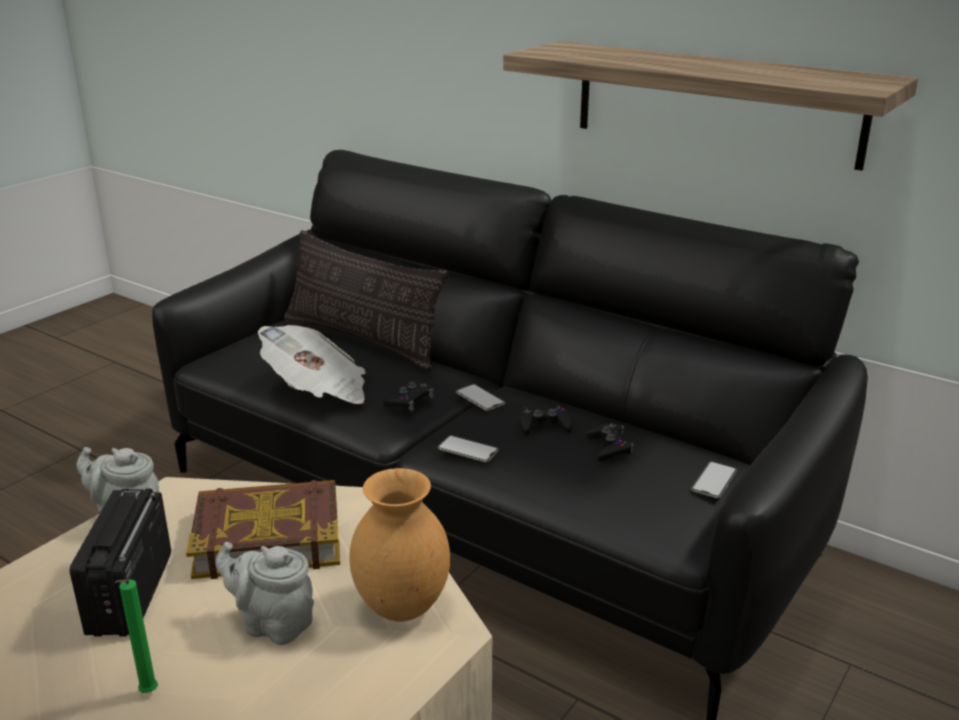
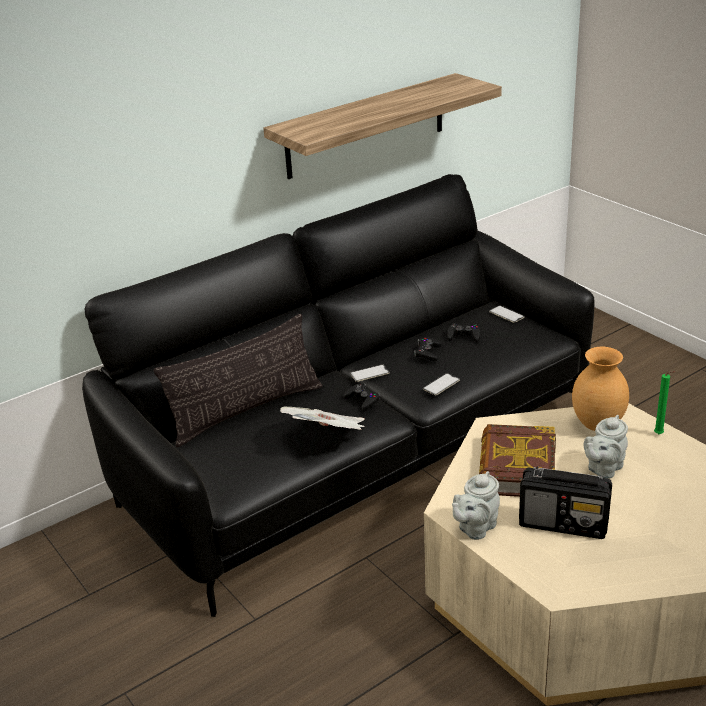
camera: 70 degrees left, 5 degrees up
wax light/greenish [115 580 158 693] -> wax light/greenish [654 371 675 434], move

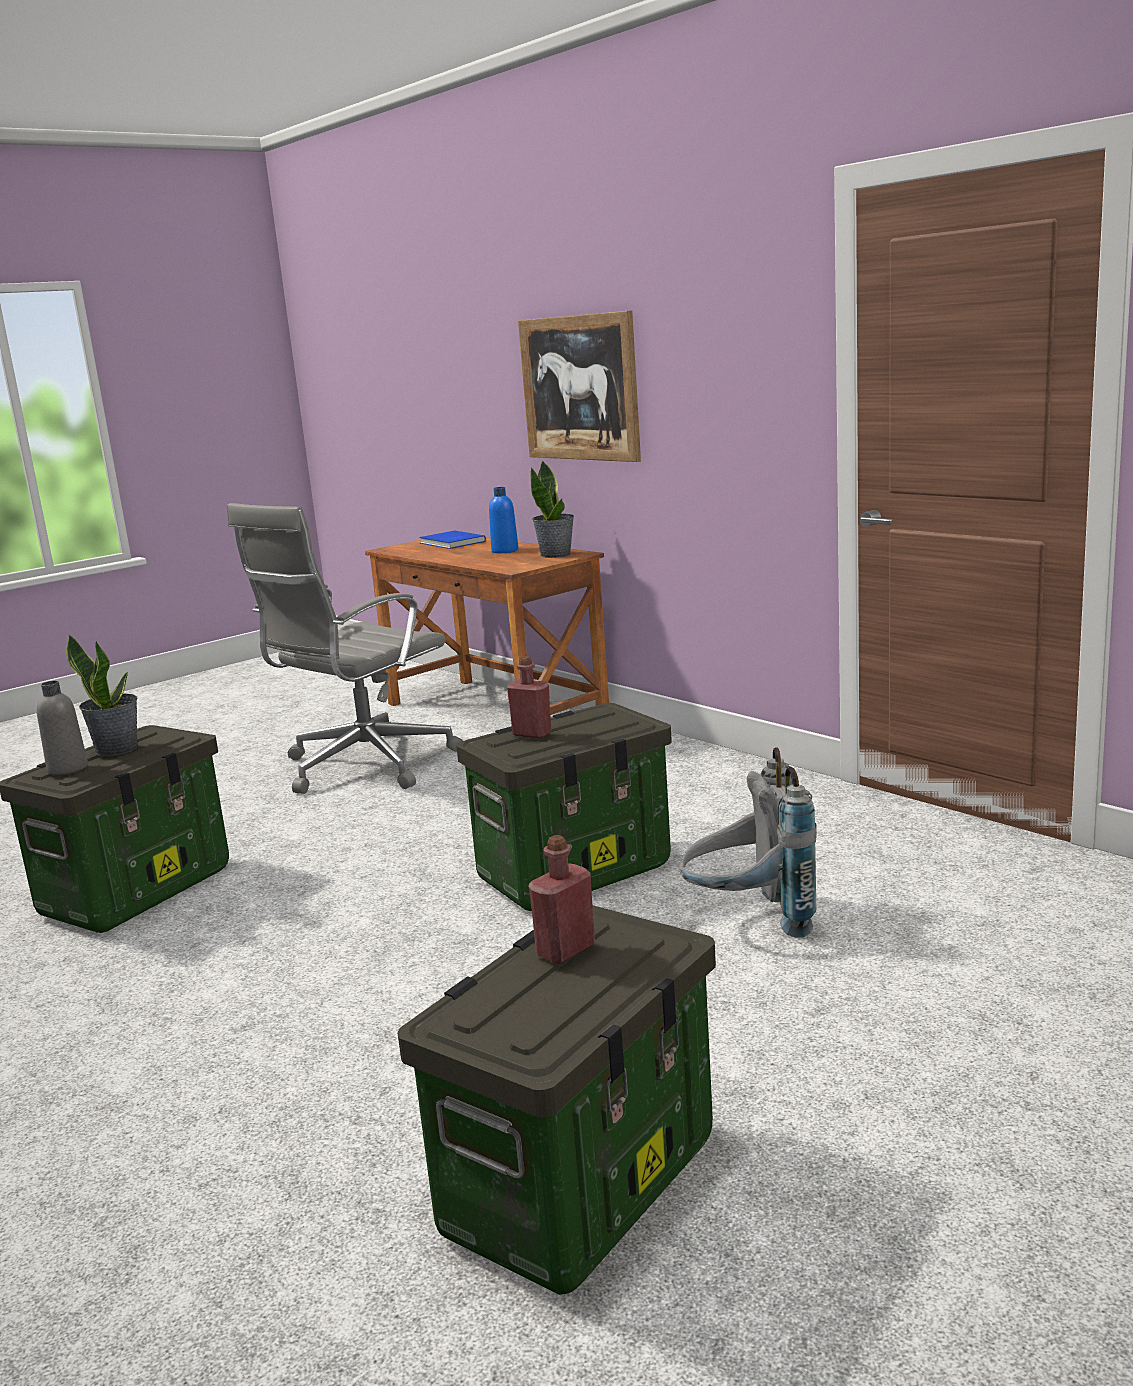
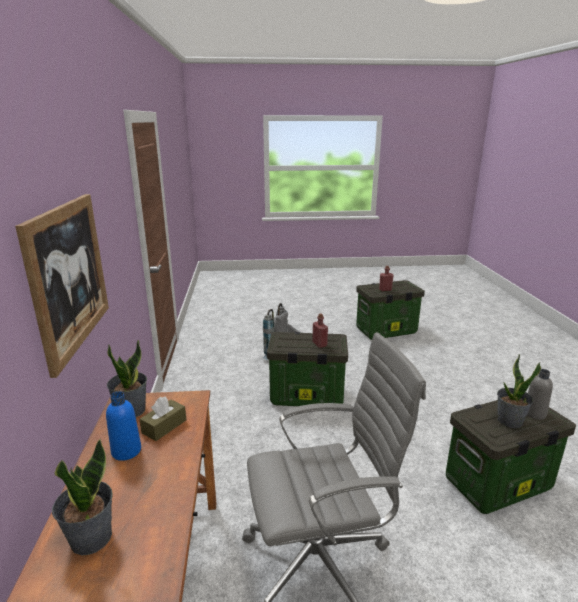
camera: 145 degrees left, 5 degrees up
book/bluish [419 531 486 549] -> plant in a pot [52 439 113 555]
none -> tissue holder/brown [140 397 186 441]

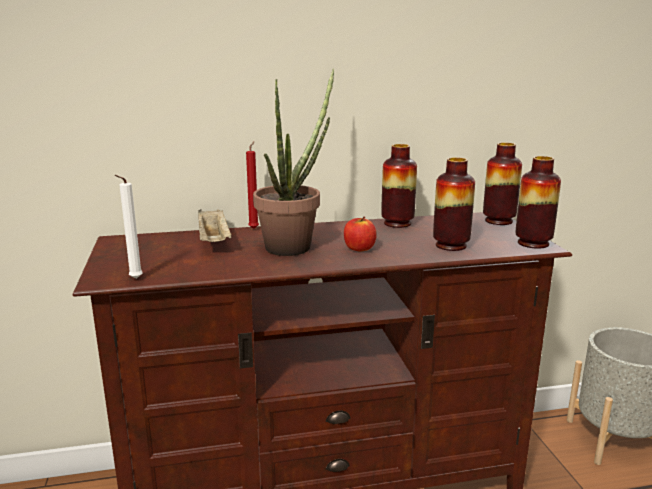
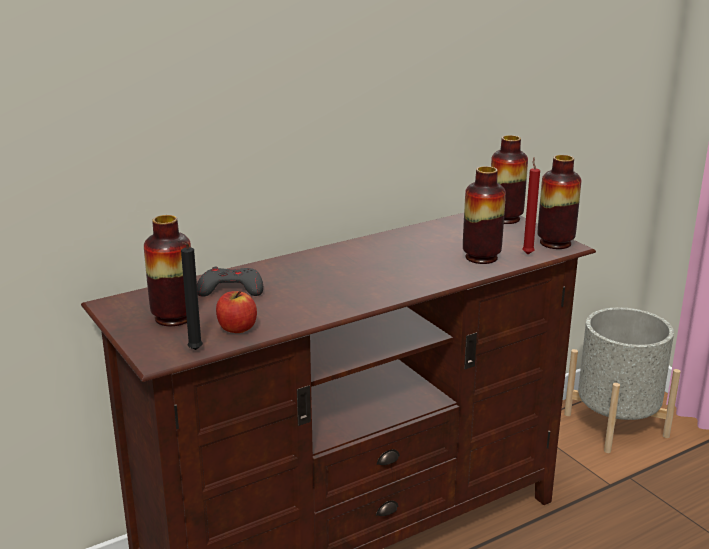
camera: 20 degrees left, 5 degrees up
wax light/whitish [115 175 143 279] -> wax light/black [181 242 203 350]
carrying tray/beige [198 209 232 242] -> game controller/grey [197 267 263 297]
wax light/red-coloured [246 141 259 229] -> wax light/red-coloured [522 157 540 254], move
plant in a pot [253 68 334 256] -> none
whole apple [344 217 377 252] -> whole apple [216 291 257 333], move
decorative vase [381 144 417 228] -> decorative vase [144 215 191 326], move

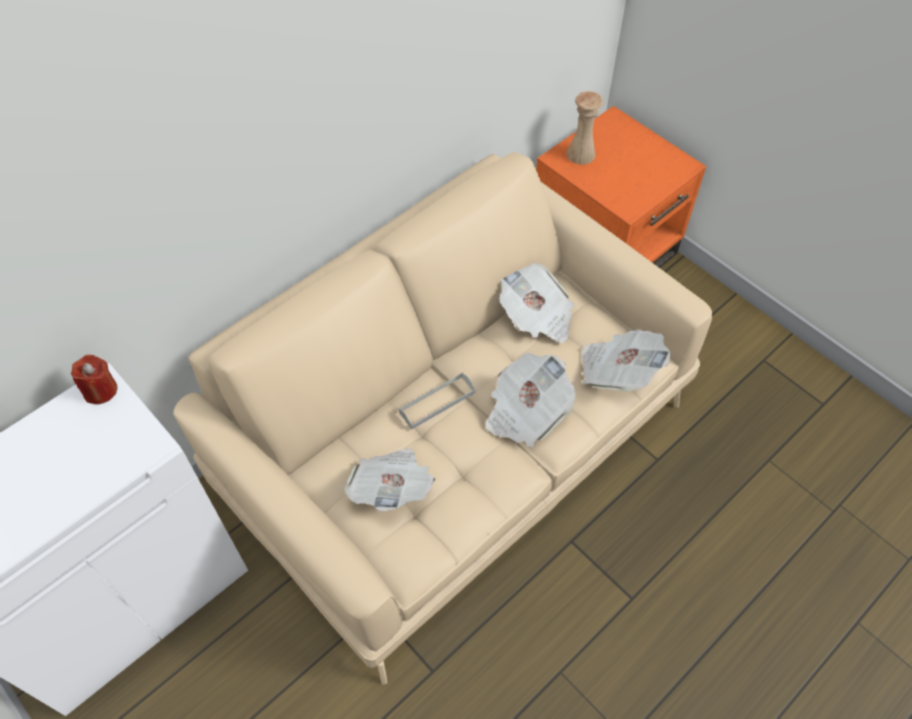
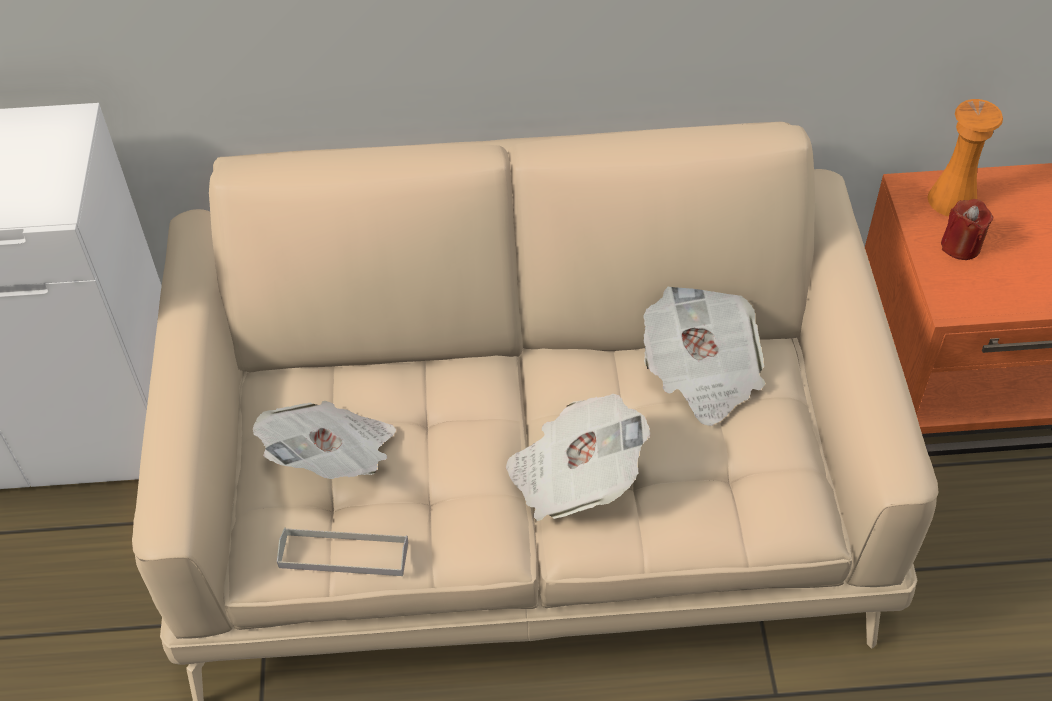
camera: 40 degrees right, 5 degrees down
wax light/red-coloured [71 355 117 404] -> wax light/red-coloured [941 199 993 260], move
carrying tray/grey [399 373 475 429] -> carrying tray/grey [277 528 408 576], move
decorative vase/beige [566 91 603 165] -> decorative vase/orange-coloured [927 99 1003 216]
newspaper [582 329 670 392] -> none

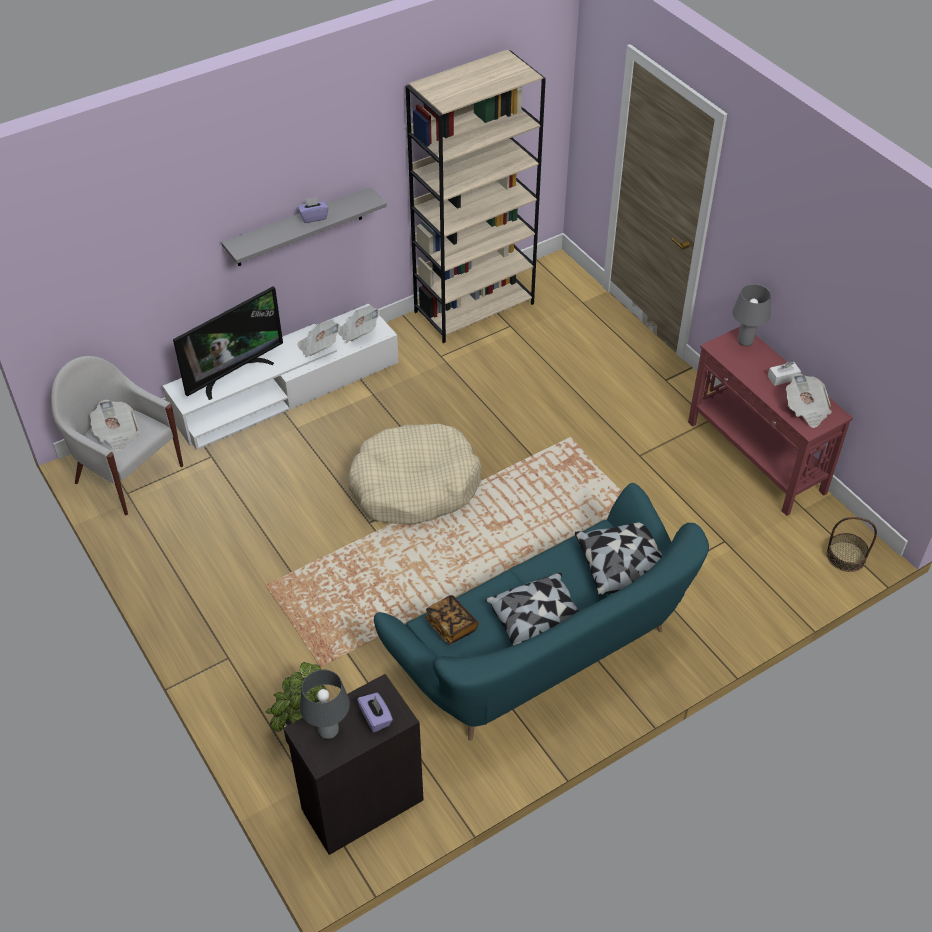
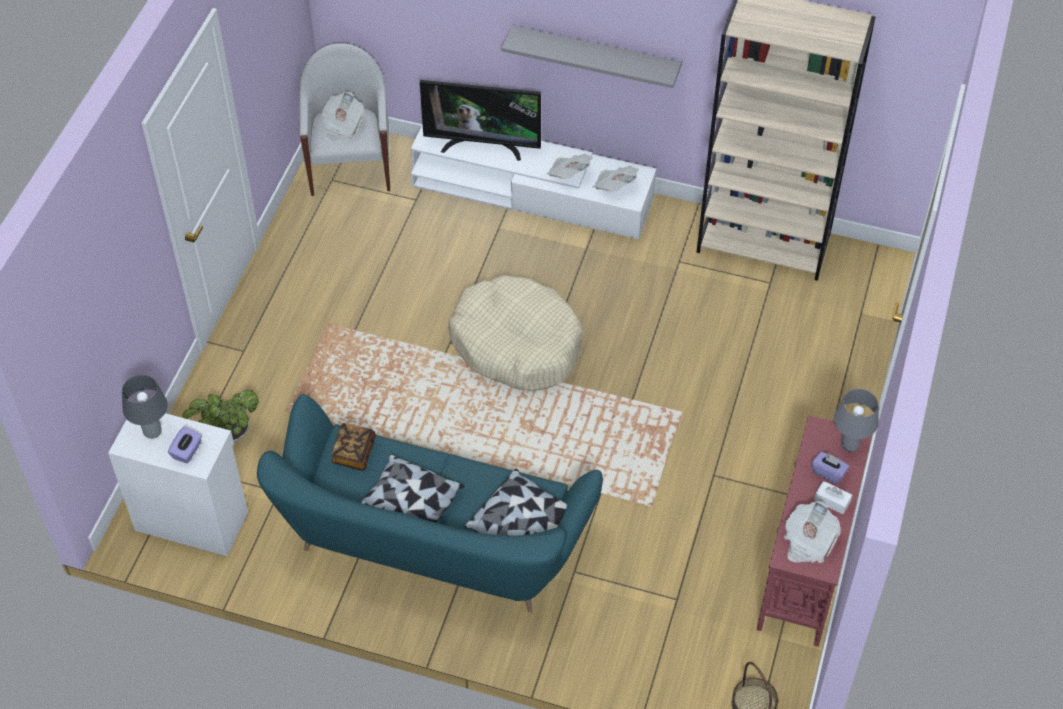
camera: 50 degrees right, 5 degrees up
storage cabinet/black [283 674 424 855] -> storage cabinet/whitish [108 413 248 556]
tissue holder/purple [298 197 328 223] -> tissue holder/purple [811 452 849 484], move

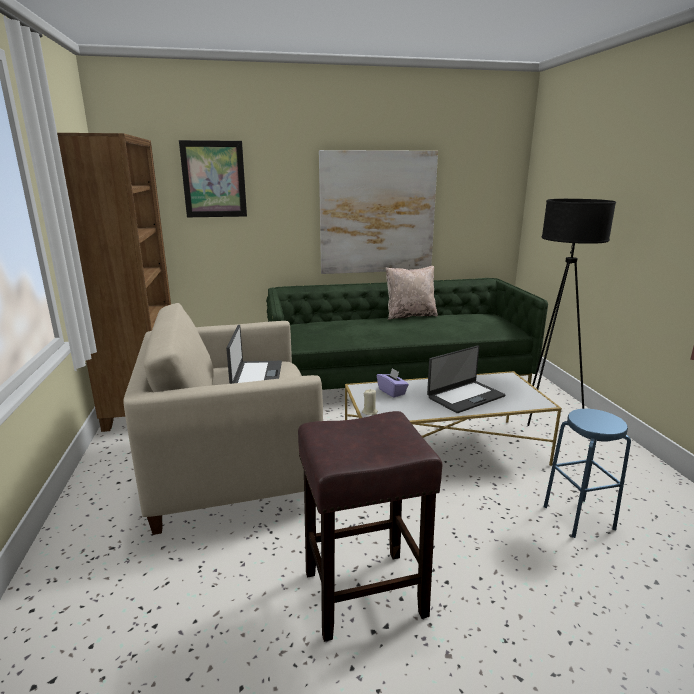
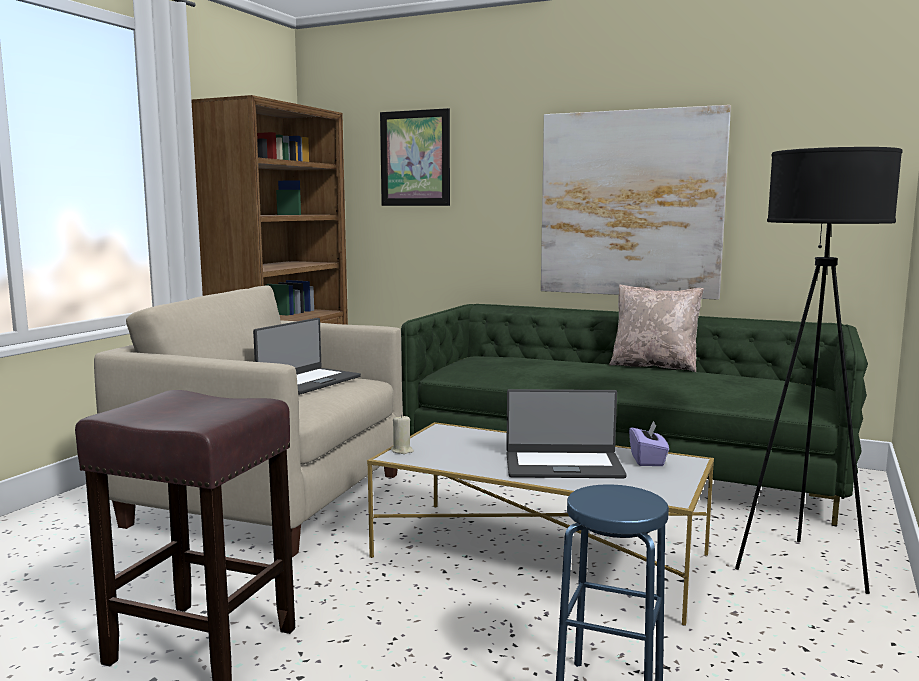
camera: 35 degrees right, 10 degrees down
tissue holder/purple [377 368 409 398] -> tissue holder/purple [629 420 669 466], move

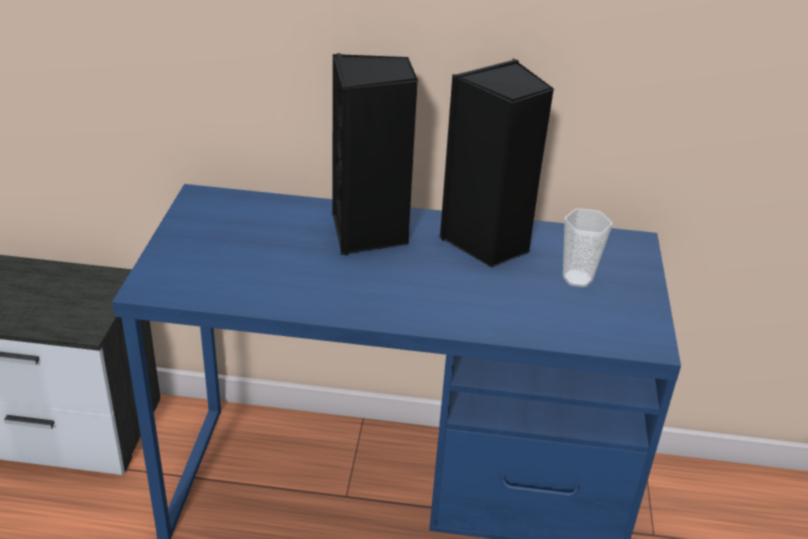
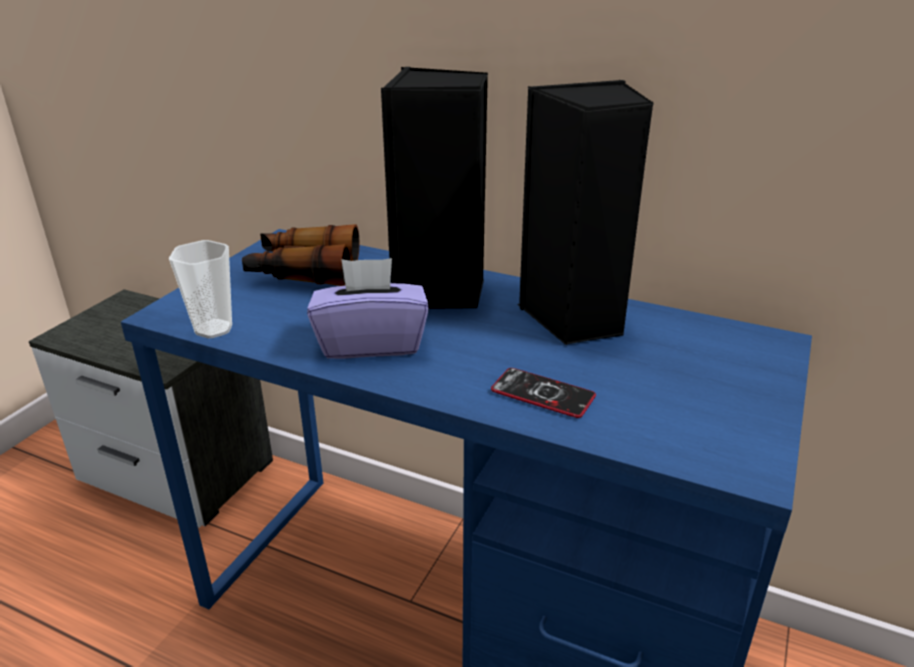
camera: 20 degrees right, 5 degrees down
cup [563 208 613 287] -> cup [169 240 232 338], move
none -> pair of binoculars [242 224 359 286]
none -> tissue holder/purple [307 258 429 359]
none -> telephone [491 368 596 418]

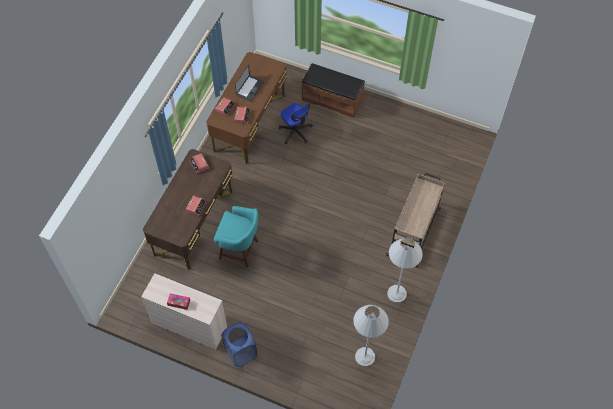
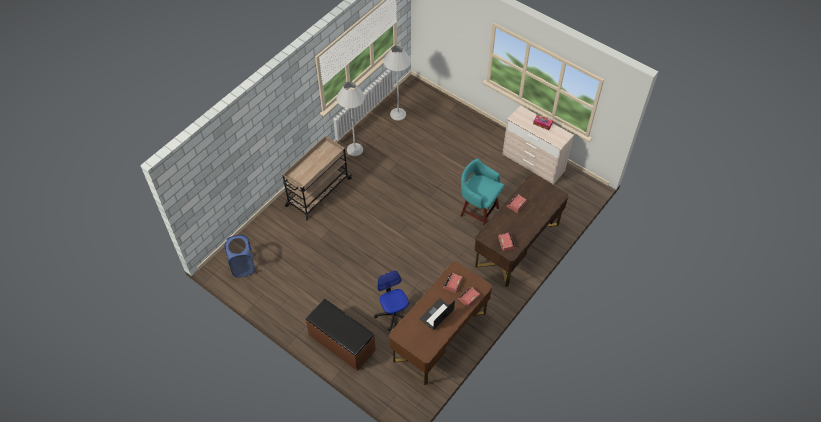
camera: 165 degrees left, 5 degrees down
laundry basket/bluish [222 322 257 367] -> laundry basket/bluish [225 235 255 278], move

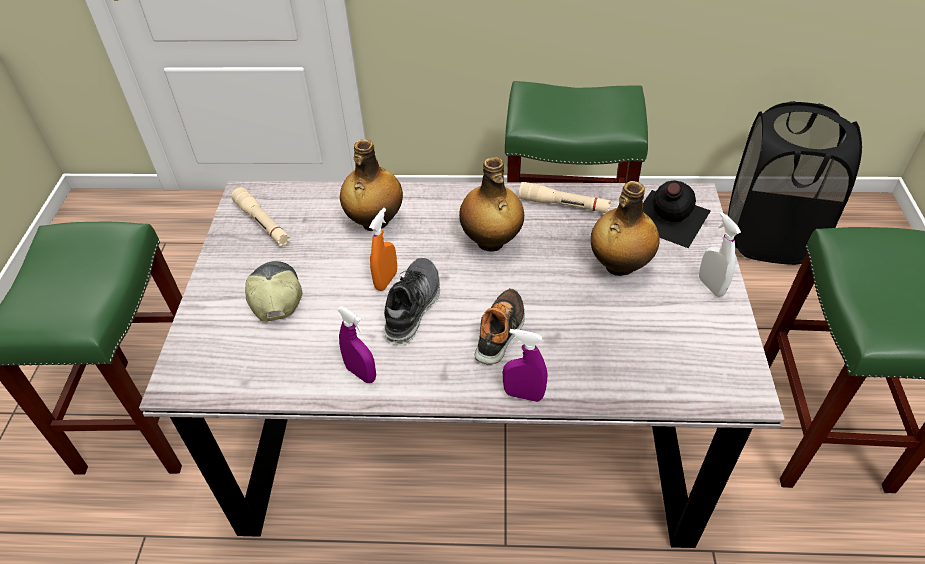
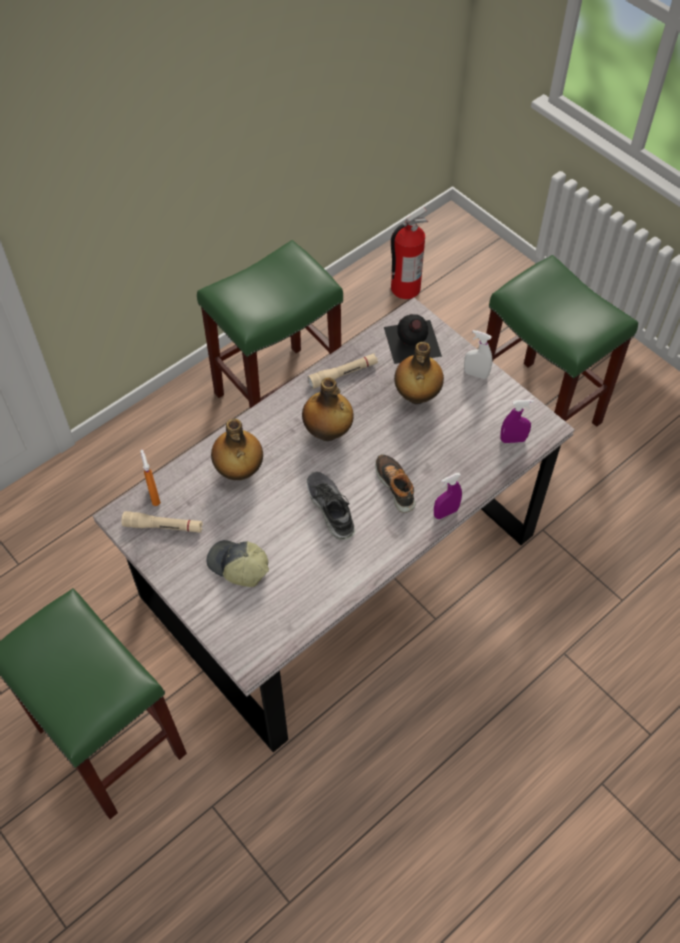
camera: 45 degrees left, 10 degrees up
spray bottle/purple [337 306 376 383] -> spray bottle/purple [500 400 534 443], move
spray bottle/orange-coloured [369 208 397 291] -> spray bottle/orange-coloured [140 450 161 506], move
laundry basket/black [728 101 862 265] -> fire extinguisher [391 208 428 299]

